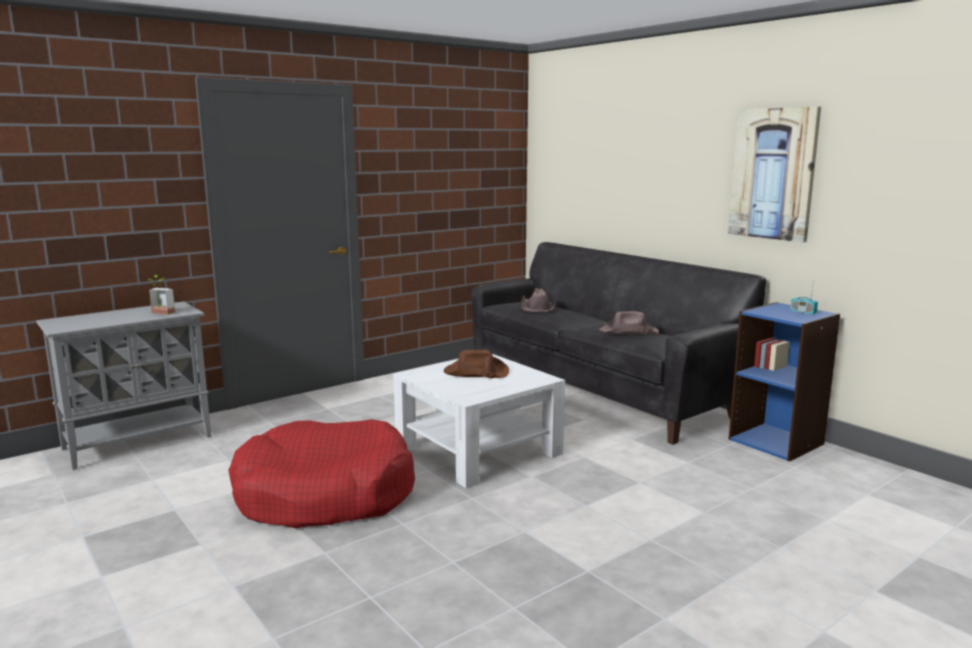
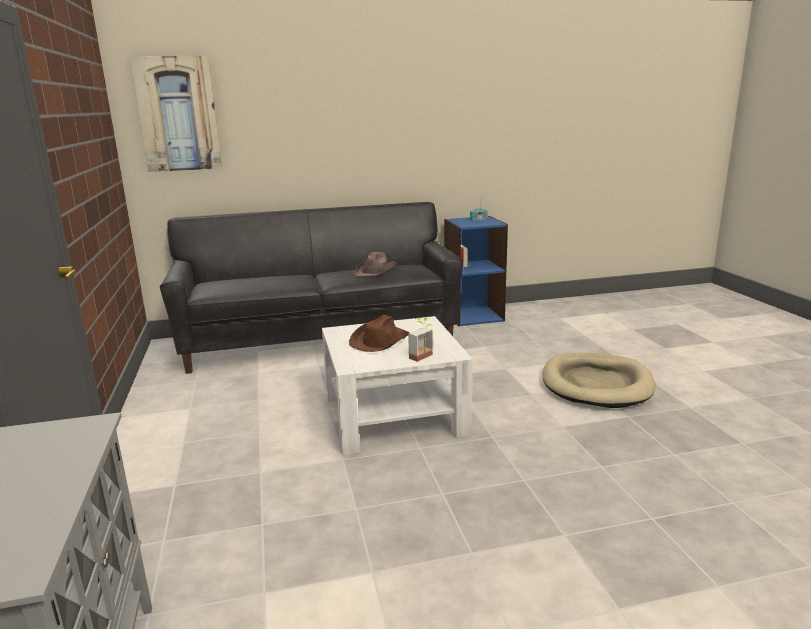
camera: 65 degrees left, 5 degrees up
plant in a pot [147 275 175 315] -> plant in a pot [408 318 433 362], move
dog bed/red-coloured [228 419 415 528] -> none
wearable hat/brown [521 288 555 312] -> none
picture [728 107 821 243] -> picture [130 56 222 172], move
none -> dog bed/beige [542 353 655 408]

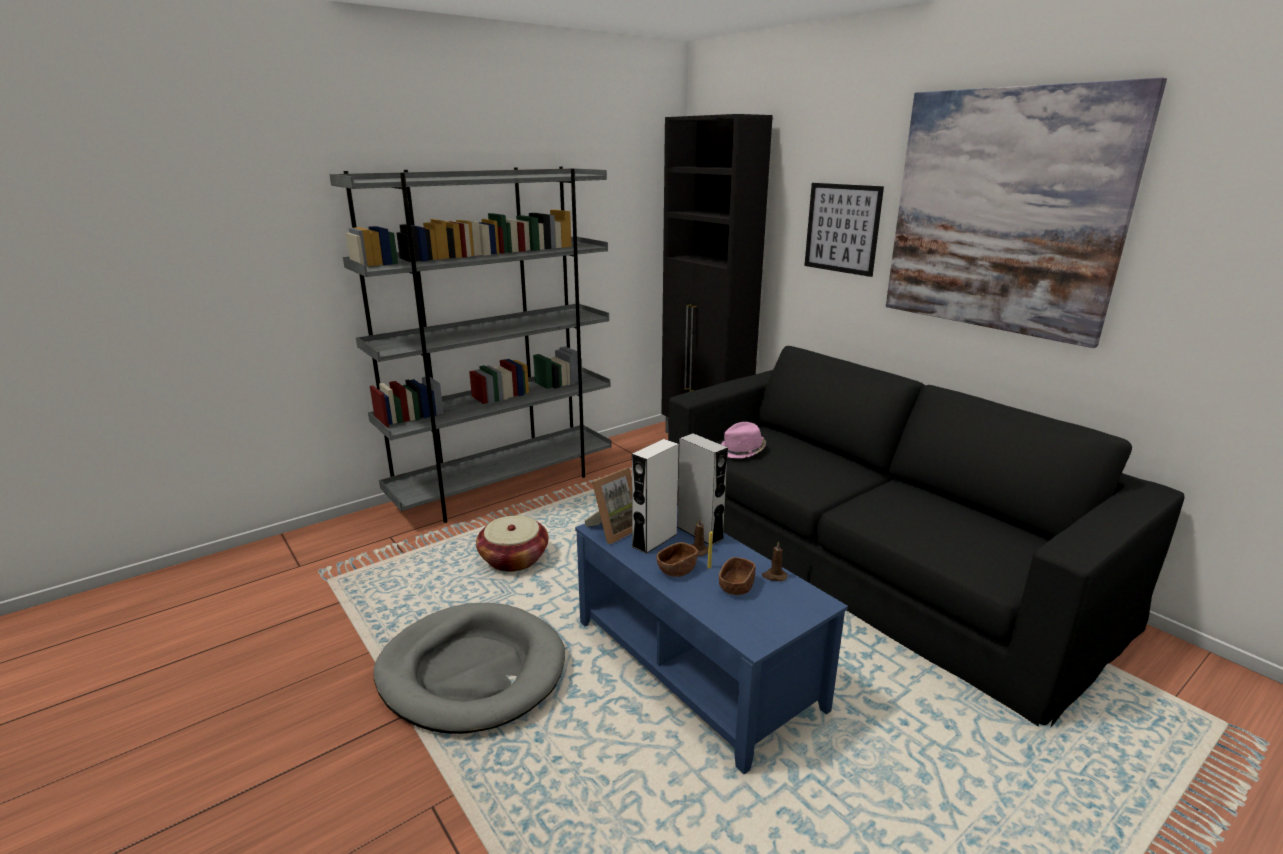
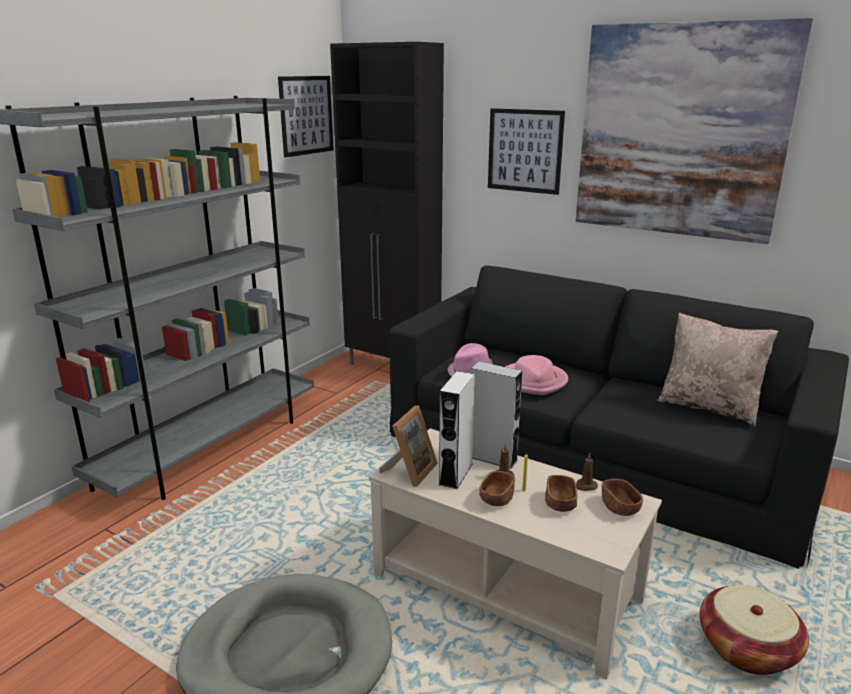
camera: 20 degrees left, 0 degrees up
household basket [476 516 549 572] -> household basket [699 585 809 675], move
lounge table/bluish [575 505 848 775] -> lounge table/beige [369 428 662 680]
none -> picture [278 76 334 158]
none -> wearable hat/pink-coloured [505 355 568 395]
none -> serving bowl/brown [602 479 643 516]
none -> pillow/beige [657 313 778 426]

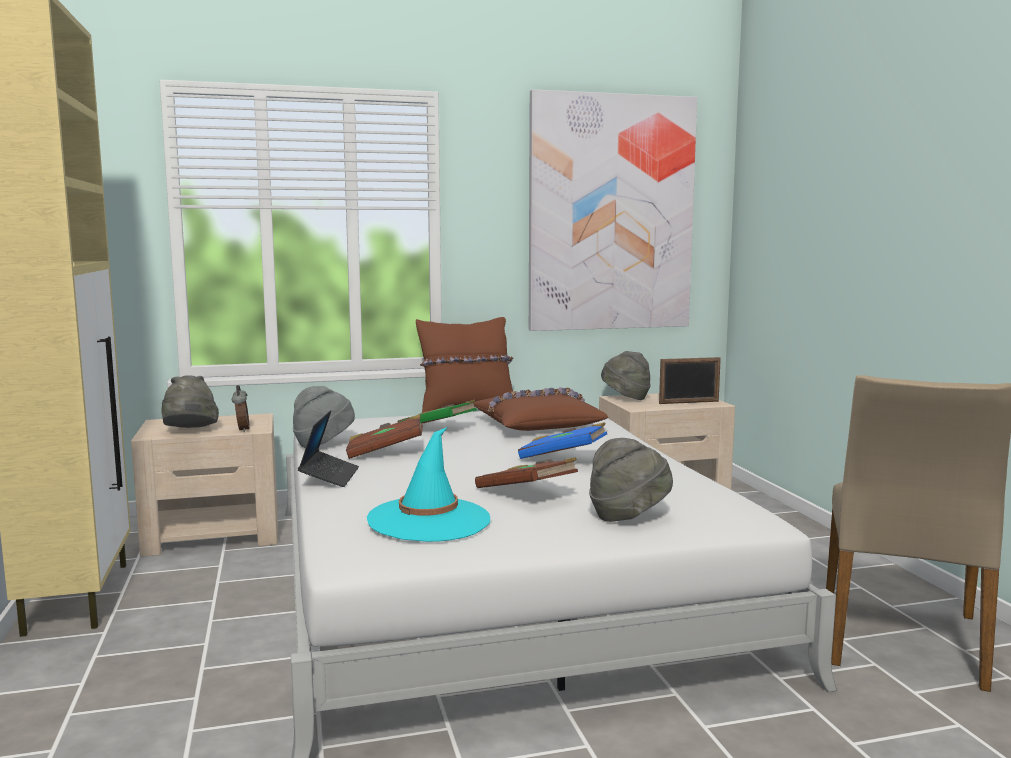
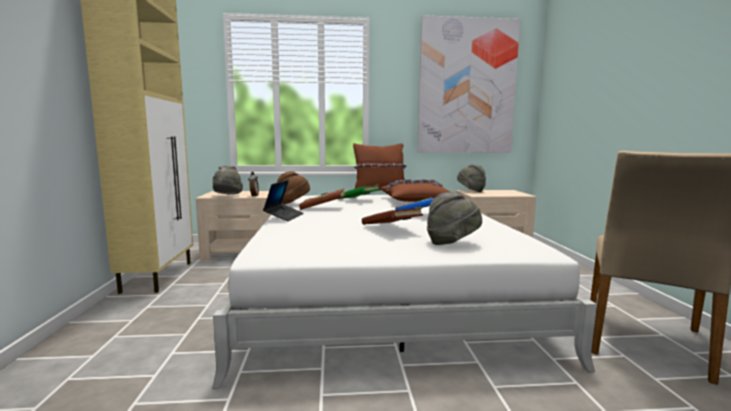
camera: 10 degrees right, 0 degrees up
wearable hat/grey [293 386 355 448] -> wearable hat/brown [277 171 310 204]
wearable hat/turquoise [367 427 490 542] -> none
picture frame [659 357 721 404] -> none

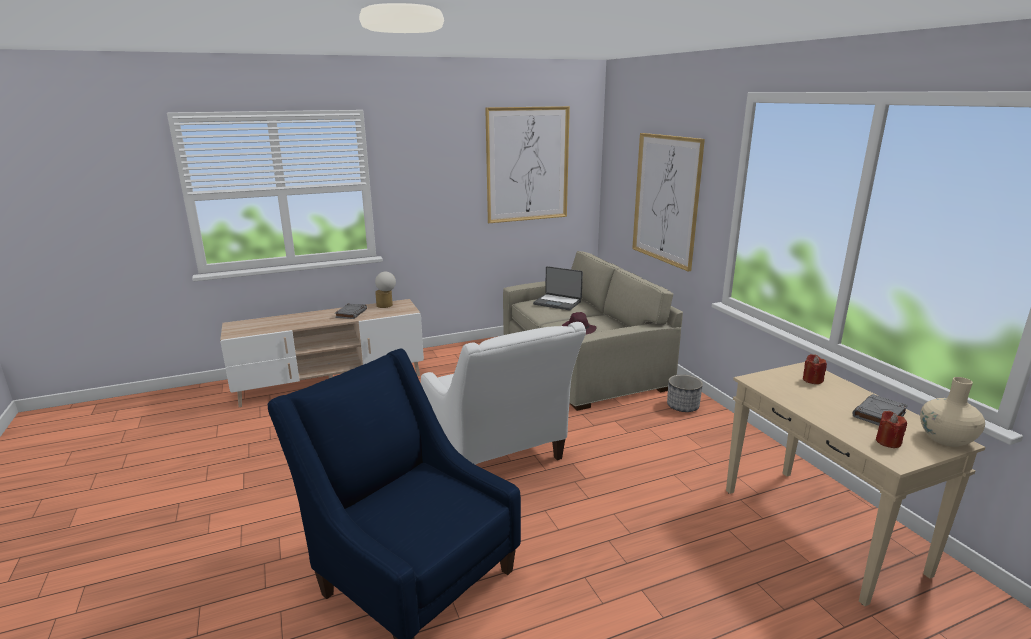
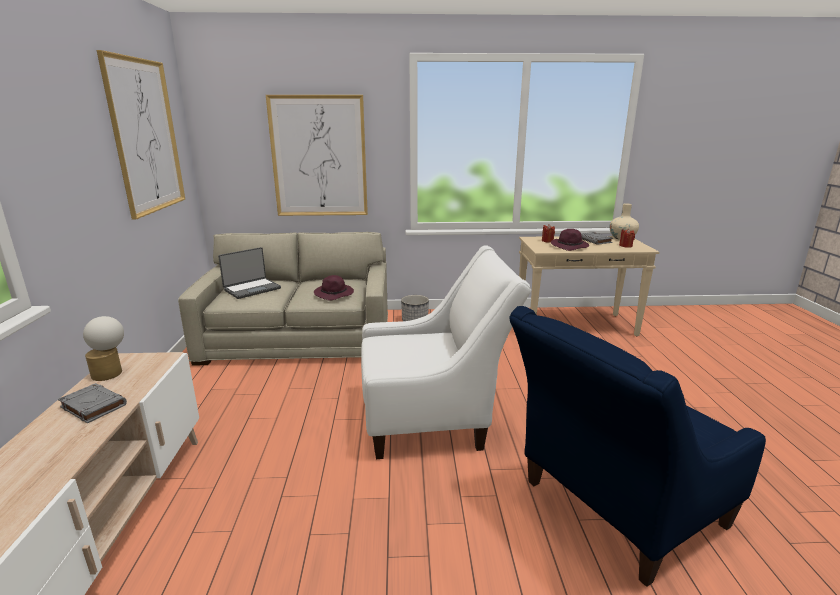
camera: 70 degrees left, 0 degrees up
none -> wearable hat/purple [551 229 589 251]

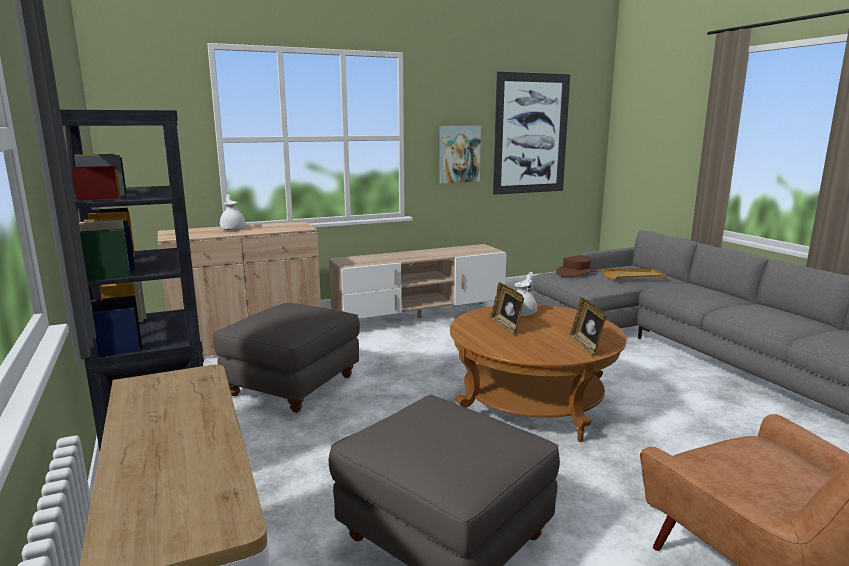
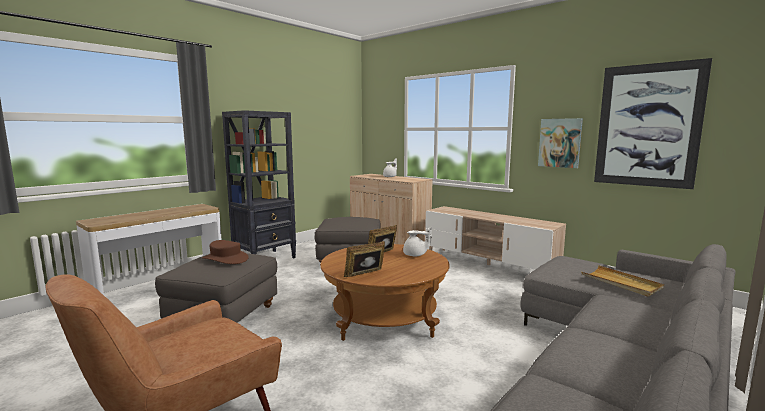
camera: 65 degrees right, 5 degrees down
wearable hat/brown [556 255 597 277] -> wearable hat/brown [202 240 249 264], move

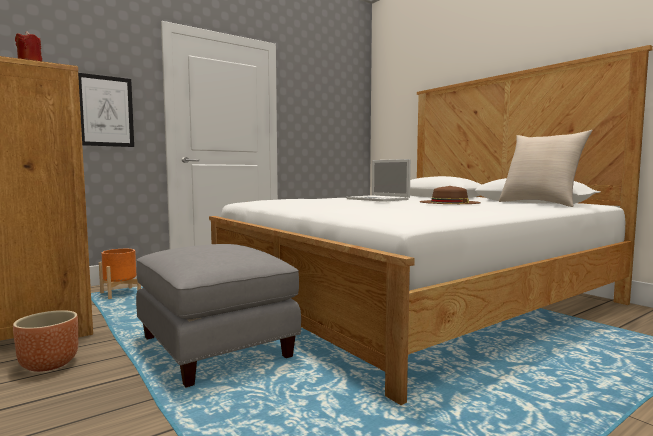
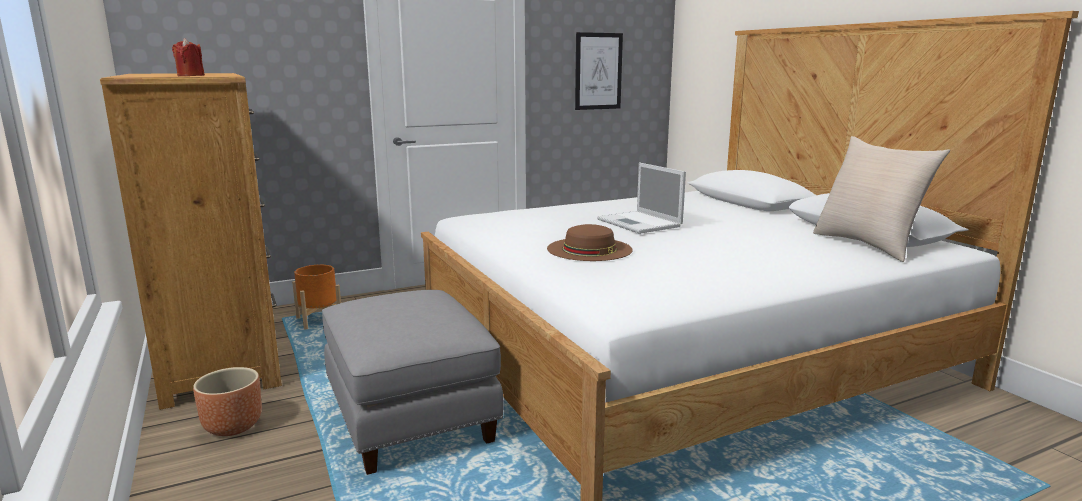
camera: 10 degrees right, 10 degrees up
picture [78 73 134 147] -> picture [575 32 623 110], move
wearable hat/brown [420 186 481 204] -> wearable hat/brown [547 224 633 261], move

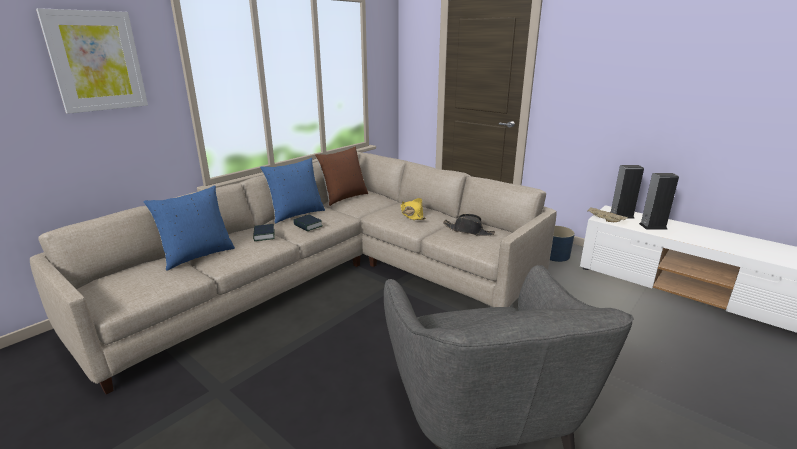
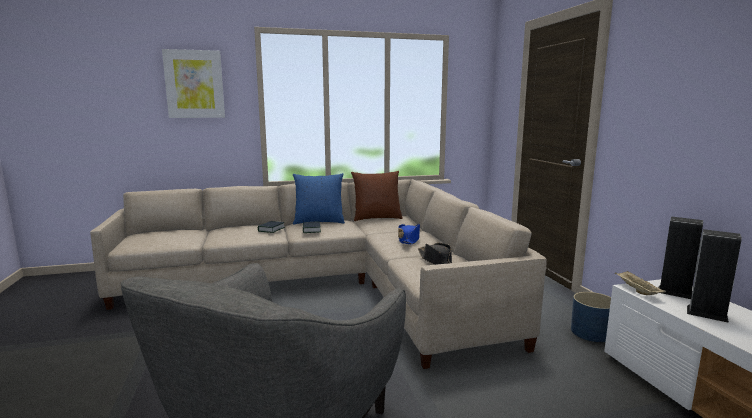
camera: 35 degrees right, 10 degrees down
pillow/bluish [143 185 235 271] -> none
wearable hat/yellowish [401 198 426 220] -> wearable hat/bluish [398 224 420 244]

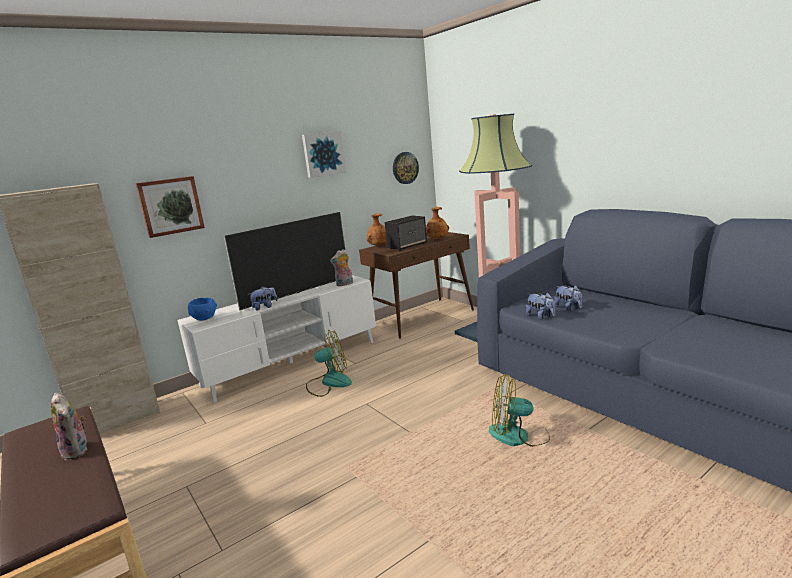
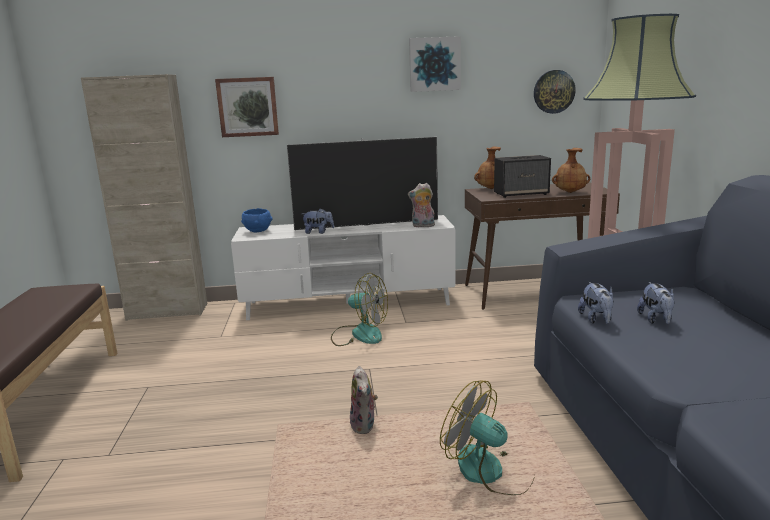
camera: 30 degrees right, 0 degrees up
cuddly toy [51 392 87 460] -> cuddly toy [350 366 378 434], move

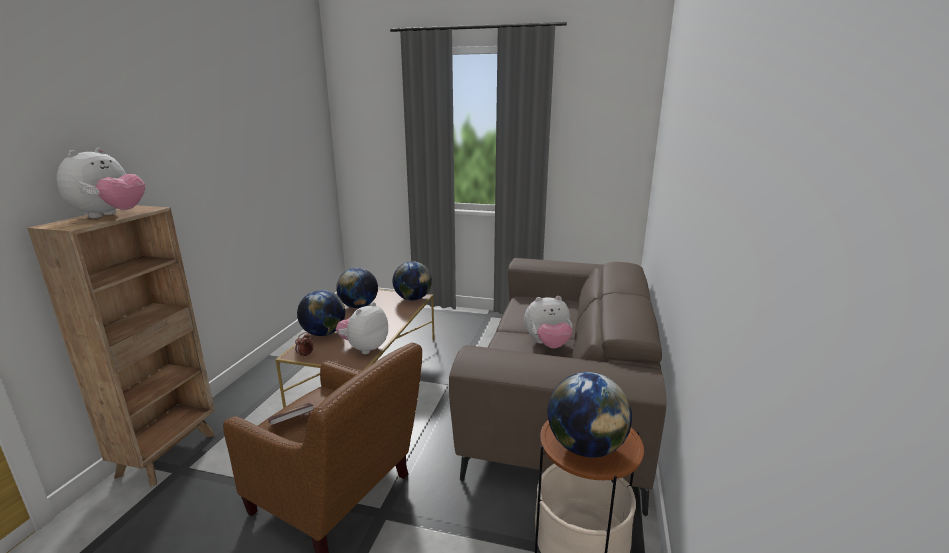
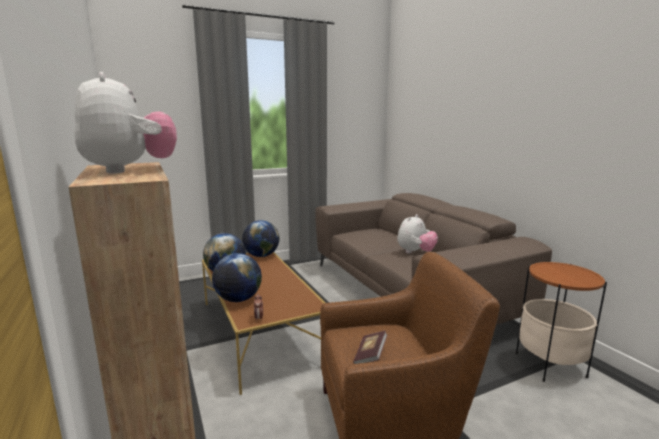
camera: 40 degrees left, 5 degrees down
cuddly toy [336 302 388 354] -> none
desk globe [548 372 632 458] -> none

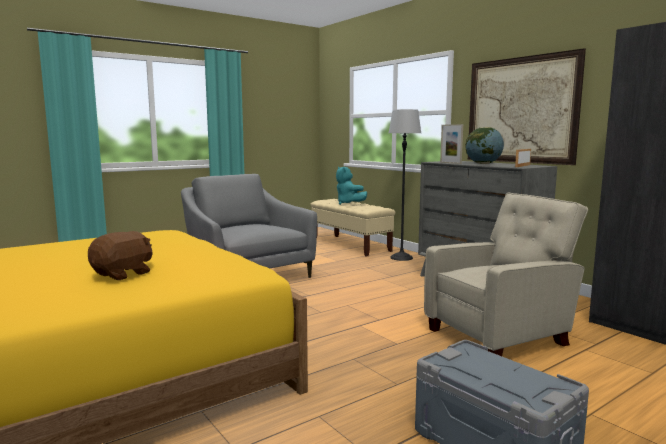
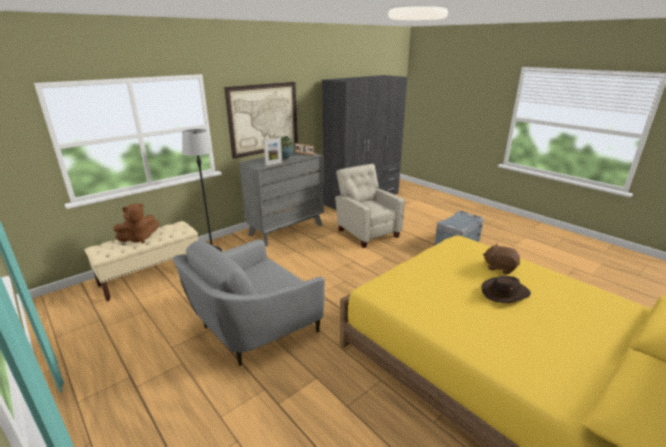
camera: 95 degrees left, 15 degrees up
cuddly toy/turquoise [336 167 367 205] -> cuddly toy/brown [114 203 159 243]
none -> wearable hat/brown [481 276 531 303]

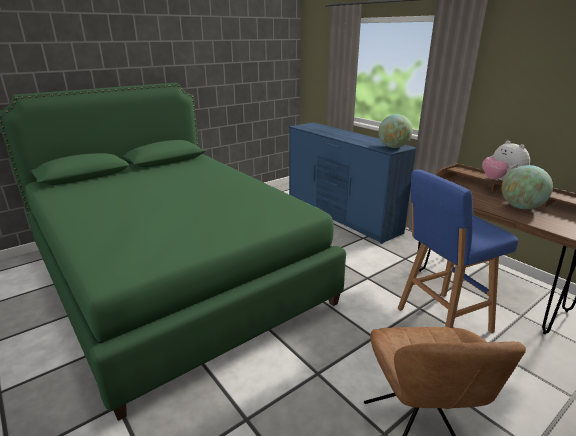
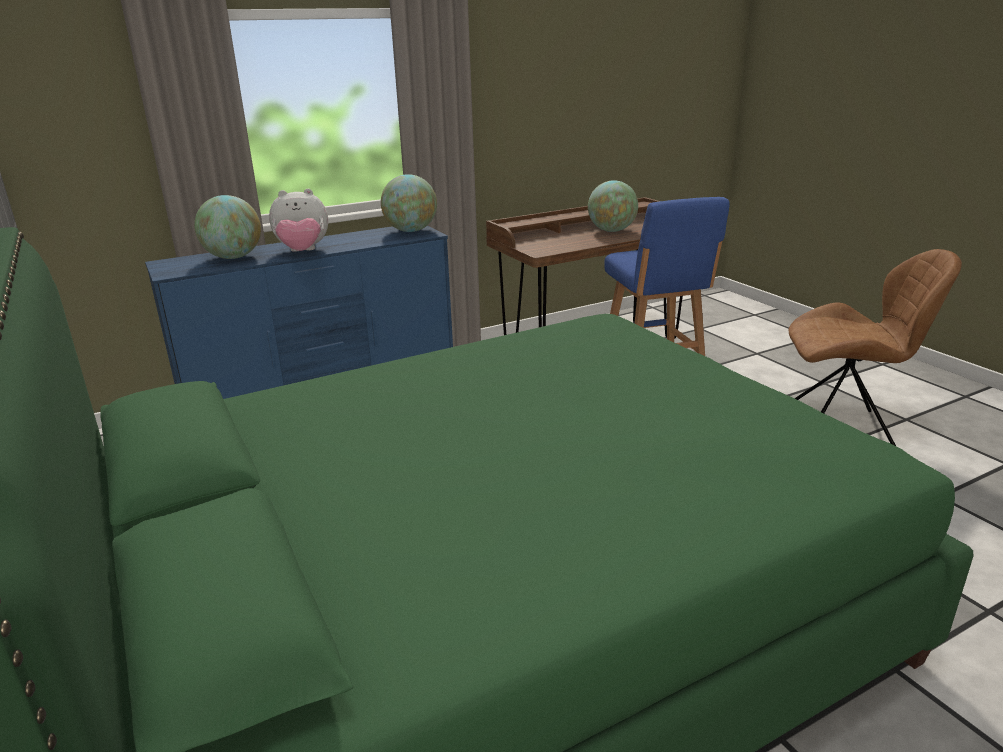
camera: 80 degrees left, 0 degrees up
cuddly toy [482 140 530 180] -> cuddly toy [269 189 328 252], move
none -> desk globe [194 195 261 259]

